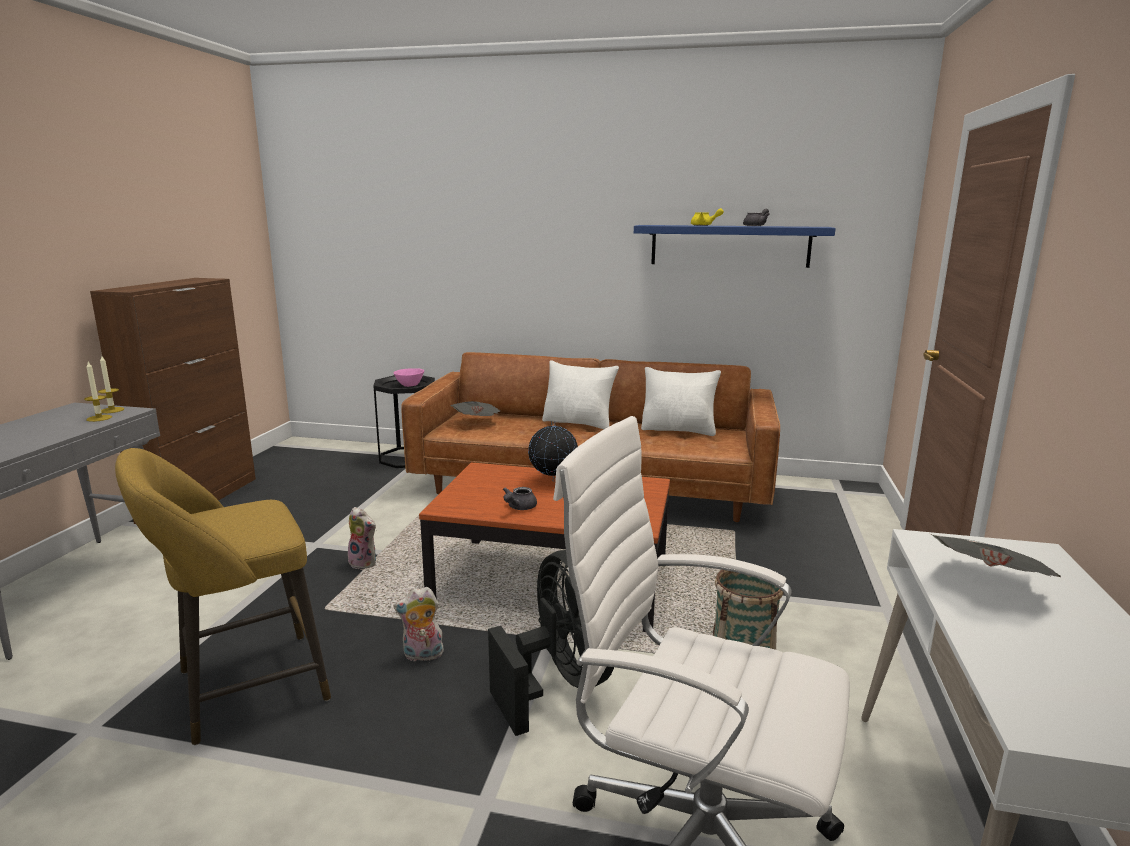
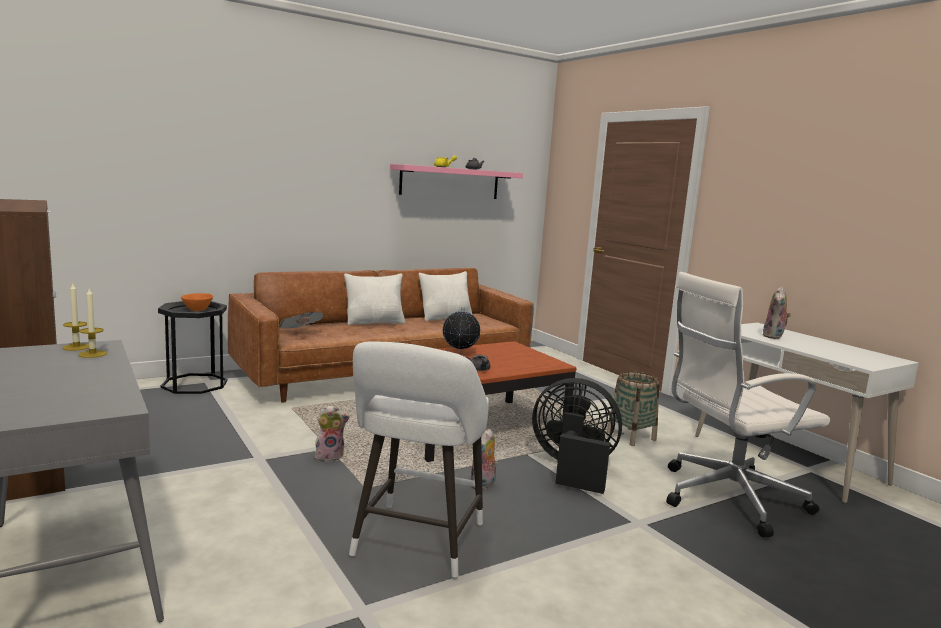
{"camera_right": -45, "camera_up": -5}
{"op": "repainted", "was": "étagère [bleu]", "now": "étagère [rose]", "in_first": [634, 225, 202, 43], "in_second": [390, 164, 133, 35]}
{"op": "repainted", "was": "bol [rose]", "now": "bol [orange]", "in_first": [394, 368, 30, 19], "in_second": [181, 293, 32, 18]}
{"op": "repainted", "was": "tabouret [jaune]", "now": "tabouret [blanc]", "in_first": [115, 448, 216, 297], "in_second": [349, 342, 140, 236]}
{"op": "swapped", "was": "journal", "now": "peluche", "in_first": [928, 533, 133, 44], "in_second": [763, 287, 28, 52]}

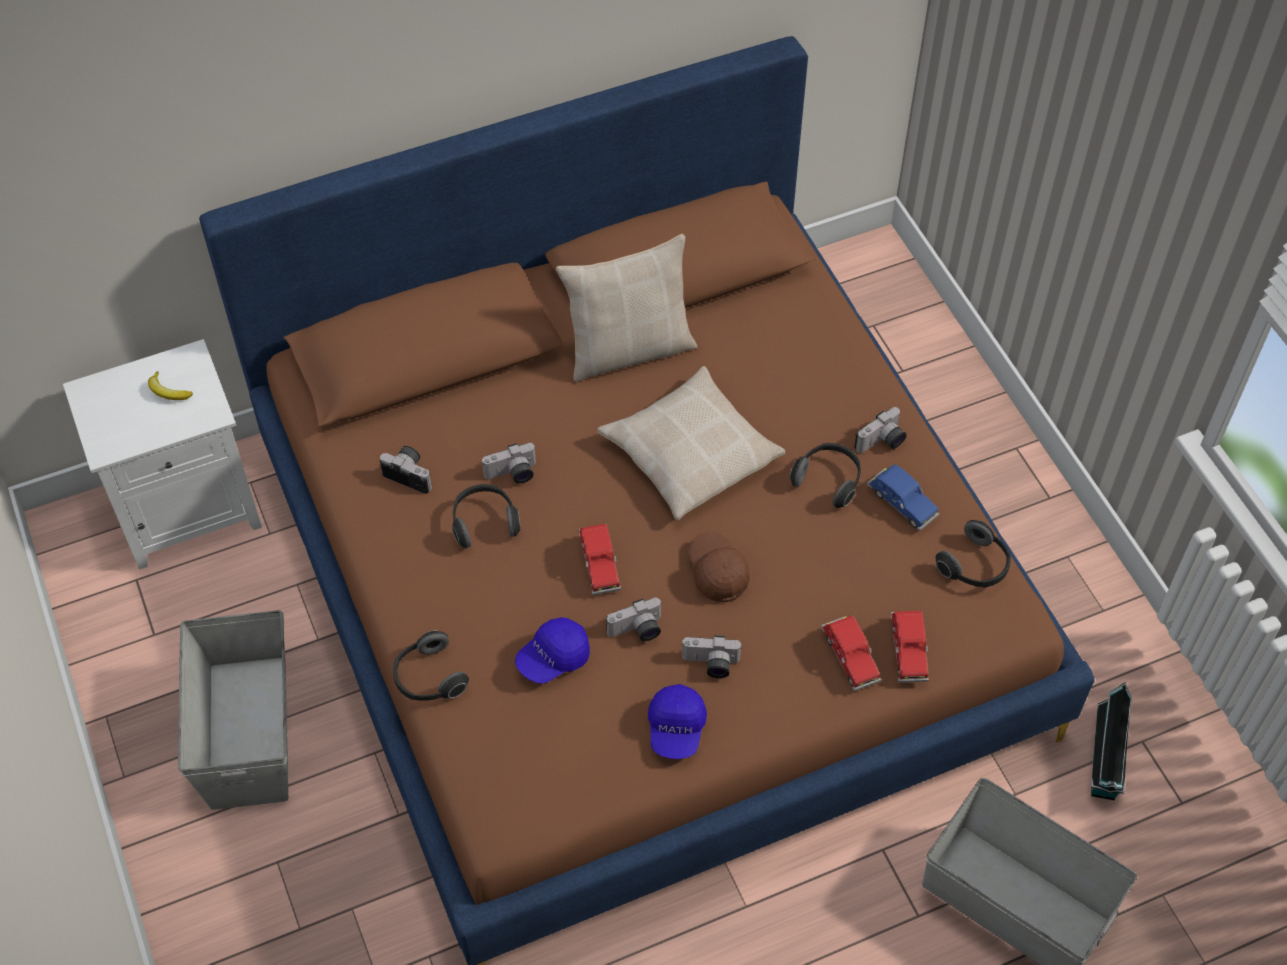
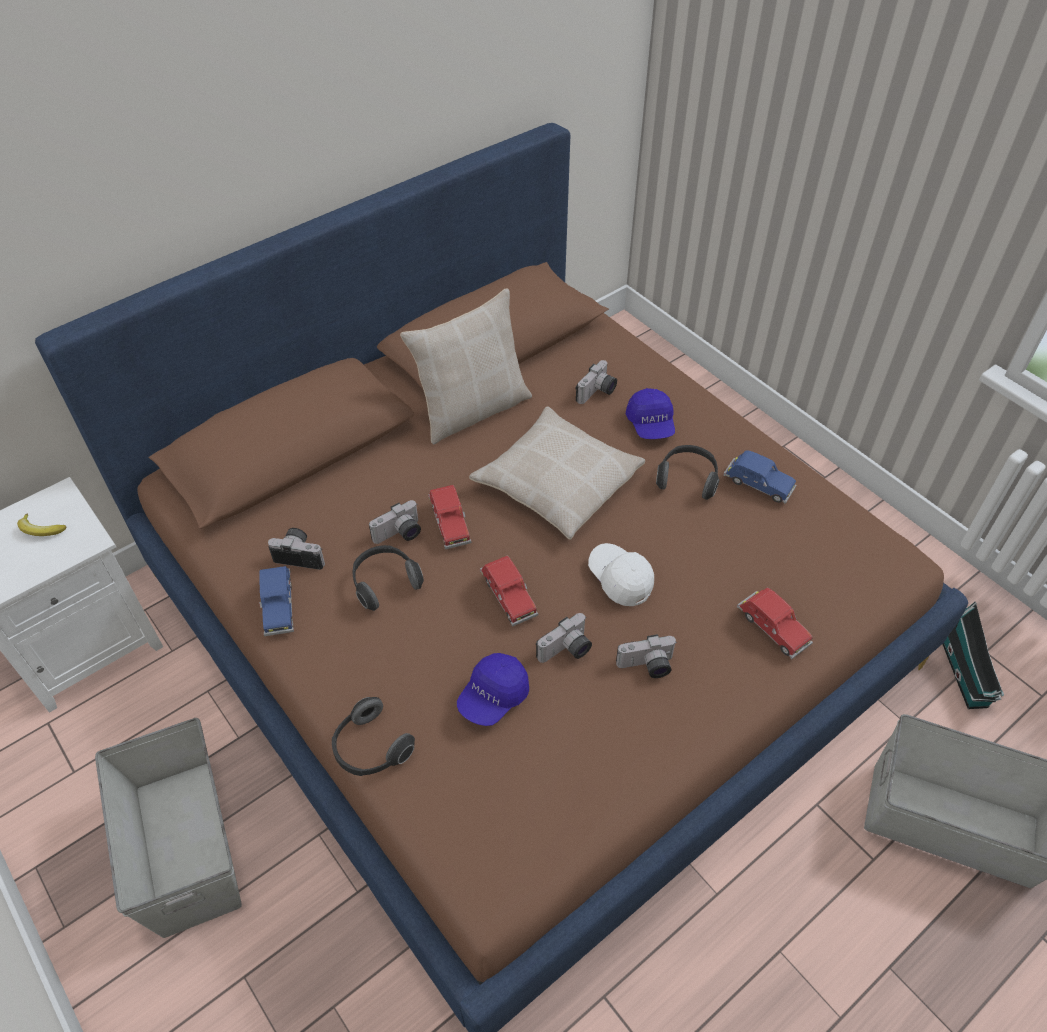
{"camera_right": -15, "camera_up": -5}
{"op": "shifted", "was": "appareil photo", "in_first": [854, 407, 53, 46], "in_second": [575, 360, 42, 44]}
{"op": "gone", "was": "casque audio", "in_first": [936, 520, 75, 68]}
{"op": "repainted", "was": "casquette [marron]", "now": "casquette [blanc]", "in_first": [688, 532, 62, 71], "in_second": [588, 543, 66, 63]}
{"op": "shifted", "was": "petite voiture [rouge]", "in_first": [890, 611, 39, 72], "in_second": [428, 485, 44, 64]}
{"op": "shifted", "was": "casquette [bleu]", "in_first": [648, 684, 59, 75], "in_second": [626, 388, 49, 51]}
{"op": "new", "now": "petite voiture [bleu]", "in_second": [259, 566, 35, 70]}

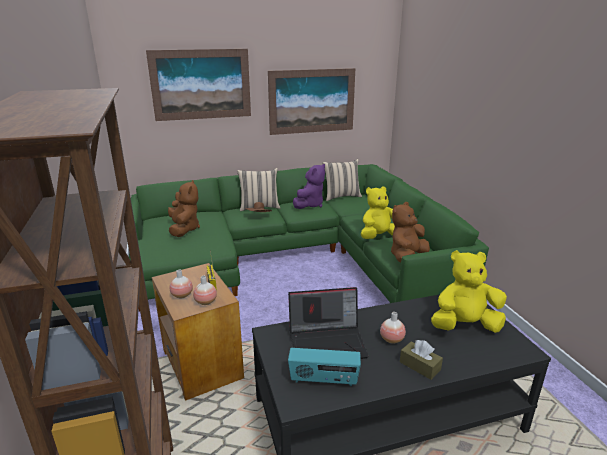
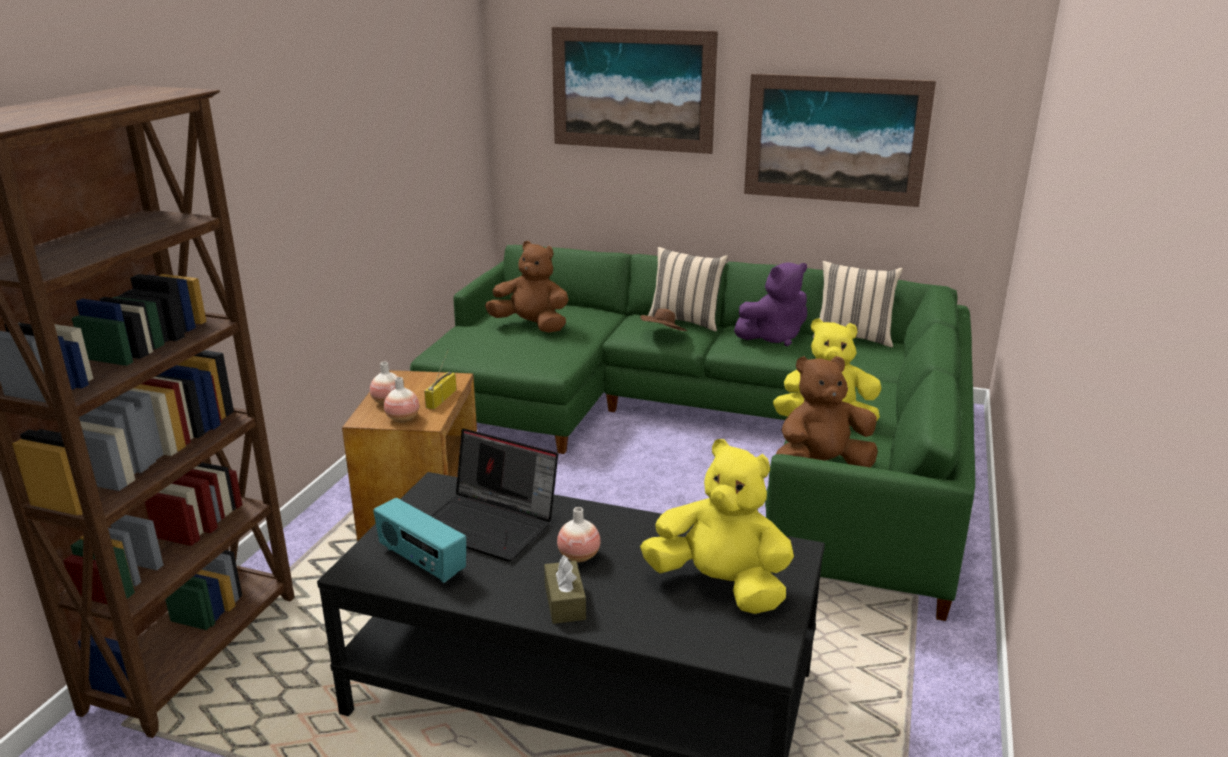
{"camera_right": 35, "camera_up": 0}
{"op": "rotated", "was": "peluche [marron]", "in_first": [168, 180, 32, 57], "in_second": [485, 241, 84, 92], "clockwise": -90}

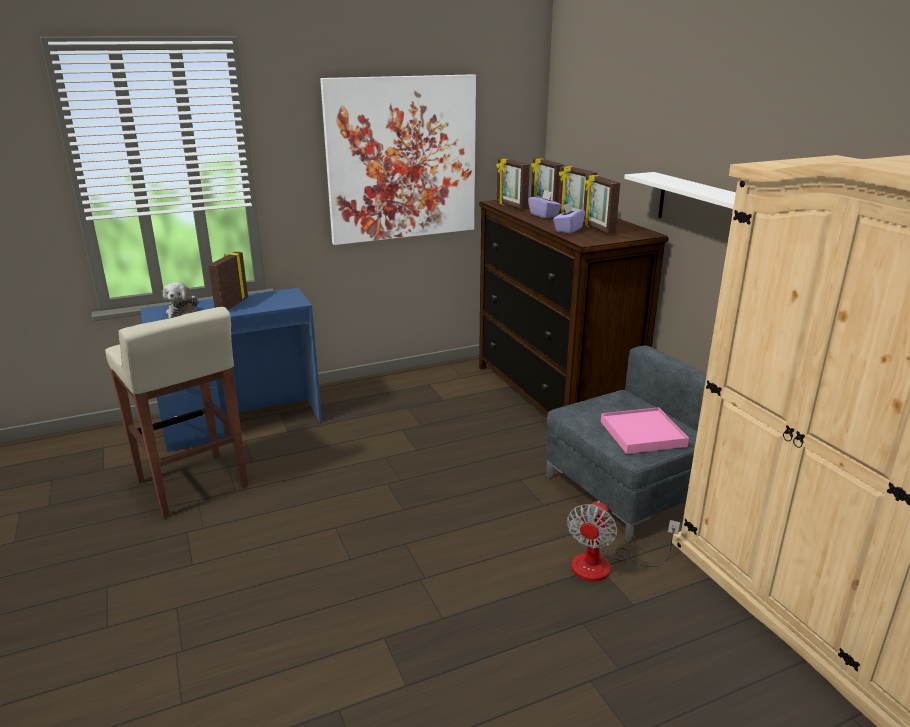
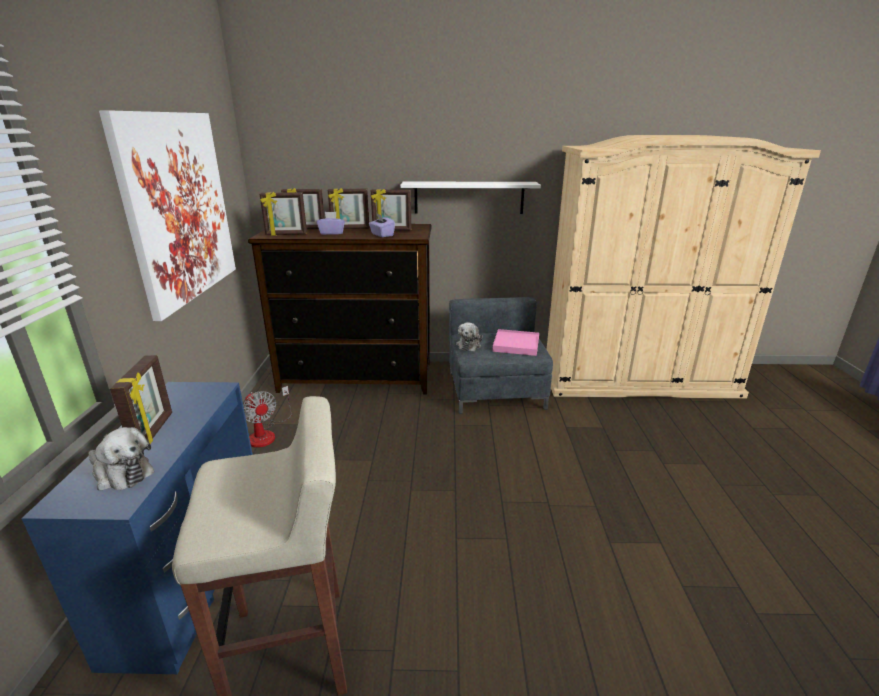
{"camera_right": -65, "camera_up": 0}
{"op": "rotated", "was": "cadre photo", "in_first": [208, 252, 40, 58], "in_second": [110, 355, 62, 89], "clockwise": -135}
{"op": "shifted", "was": "ventilateur", "in_first": [567, 501, 113, 81], "in_second": [243, 386, 49, 62]}
{"op": "new", "now": "peluche", "in_second": [456, 322, 27, 29]}

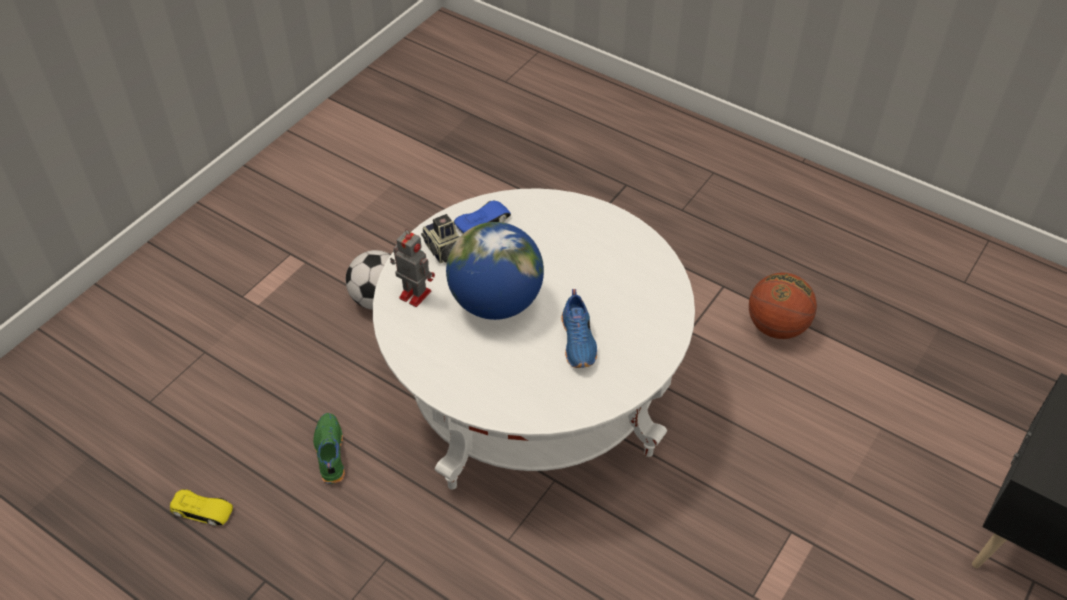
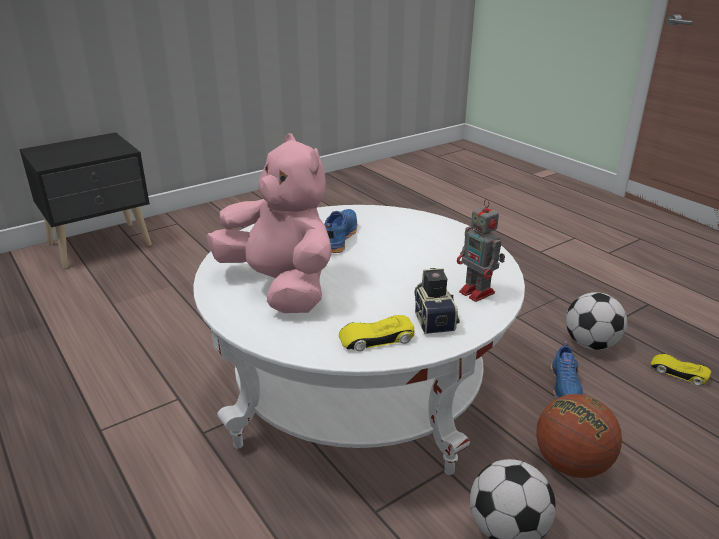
{"camera_right": -160, "camera_up": -20}
{"op": "repainted", "was": "petite voiture [bleu]", "now": "petite voiture [jaune]", "in_first": [454, 201, 57, 32], "in_second": [339, 315, 75, 36]}
{"op": "gone", "was": "globe", "in_first": [446, 222, 98, 98]}
{"op": "shifted", "was": "ballon de basket", "in_first": [749, 273, 68, 66], "in_second": [536, 394, 86, 84]}
{"op": "repainted", "was": "chaussure [vert]", "now": "chaussure [bleu]", "in_first": [313, 413, 32, 71], "in_second": [551, 341, 32, 58]}
{"op": "new", "now": "peluche [rose]", "in_second": [207, 134, 125, 179]}
{"op": "new", "now": "ballon de foot", "in_second": [566, 292, 61, 58]}

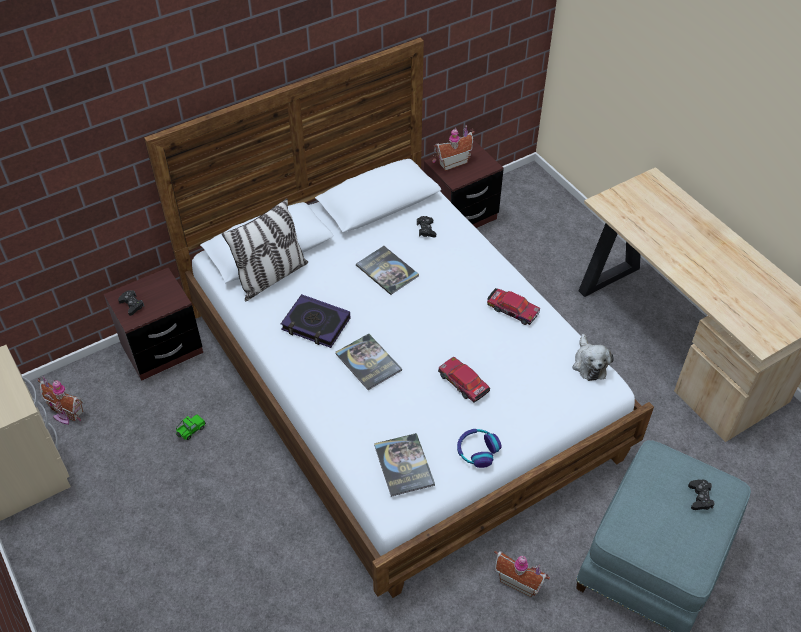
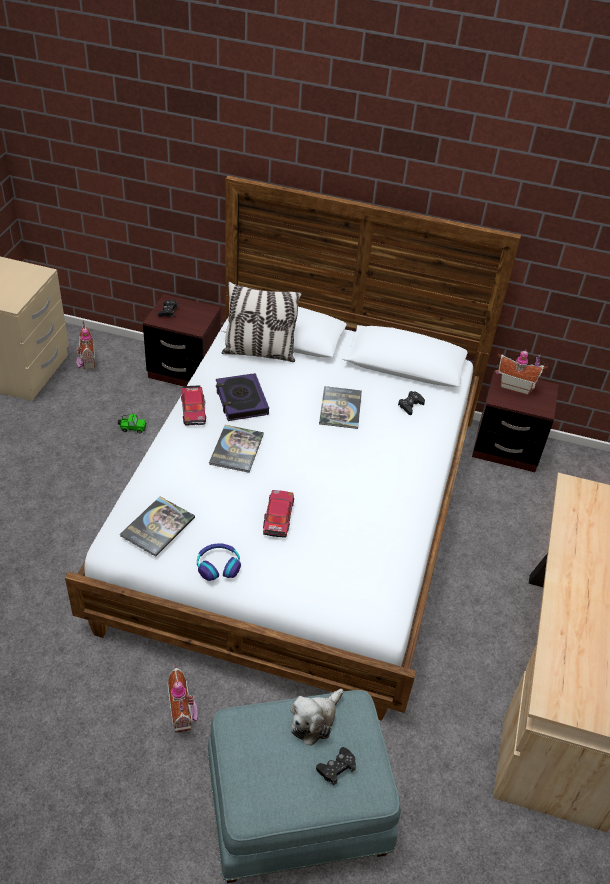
{"camera_right": 45, "camera_up": -5}
{"op": "shifted", "was": "petite voiture", "in_first": [487, 288, 53, 37], "in_second": [181, 386, 25, 40]}
{"op": "shifted", "was": "peluche", "in_first": [572, 334, 42, 47], "in_second": [291, 689, 53, 57]}

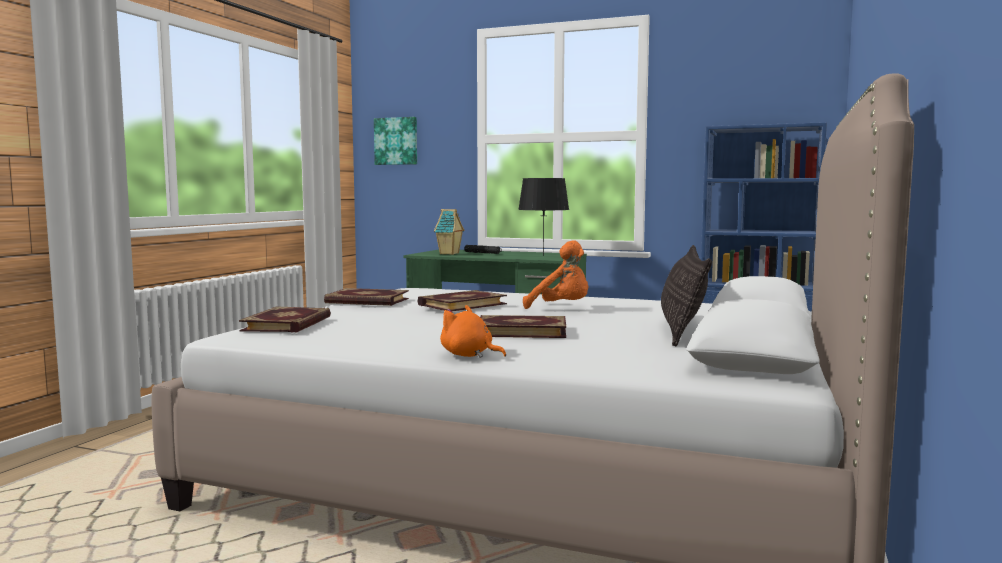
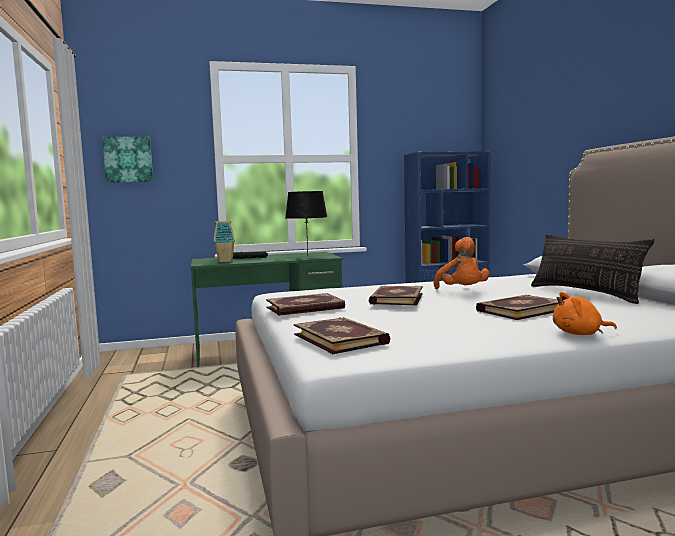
{"camera_right": -35, "camera_up": 0}
{"op": "rotated", "was": "peluche [orange]", "in_first": [523, 240, 65, 69], "in_second": [434, 237, 56, 52], "clockwise": 75}

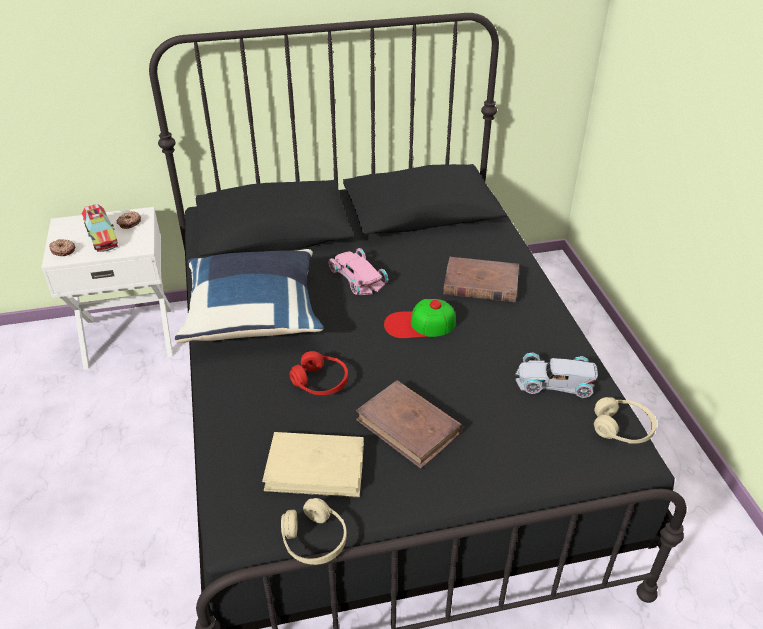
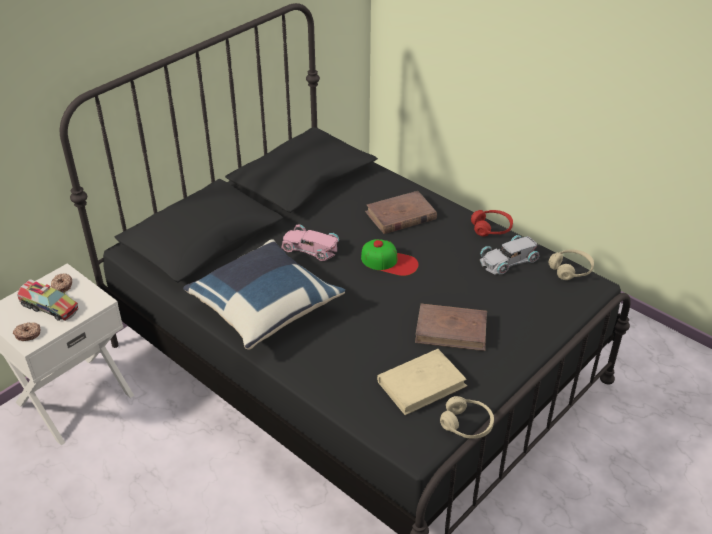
{"camera_right": -35, "camera_up": 0}
{"op": "rotated", "was": "casquette", "in_first": [384, 299, 72, 39], "in_second": [361, 239, 58, 37], "clockwise": -120}
{"op": "shifted", "was": "casque audio [rouge]", "in_first": [289, 351, 59, 44], "in_second": [471, 210, 42, 26]}

